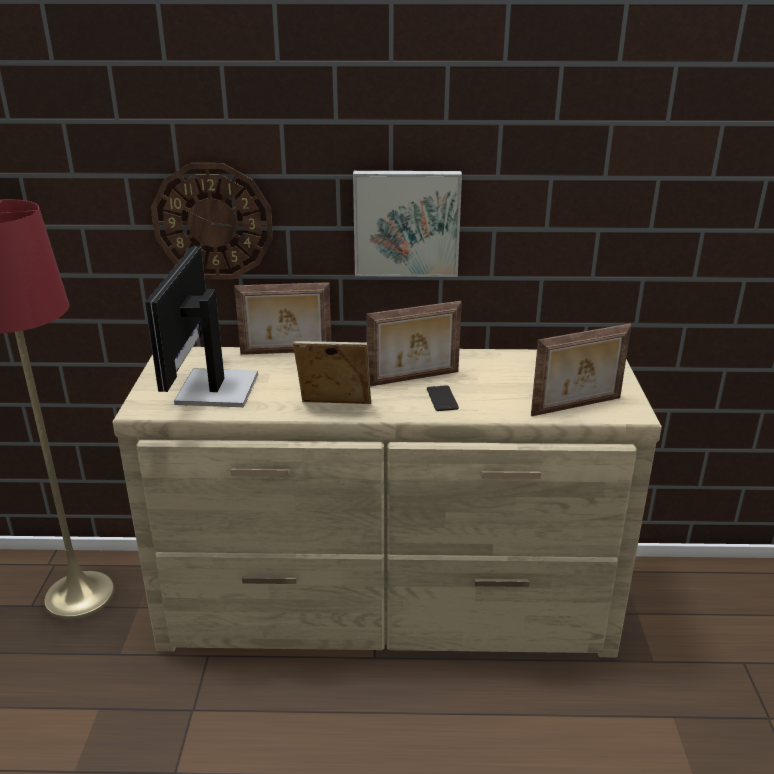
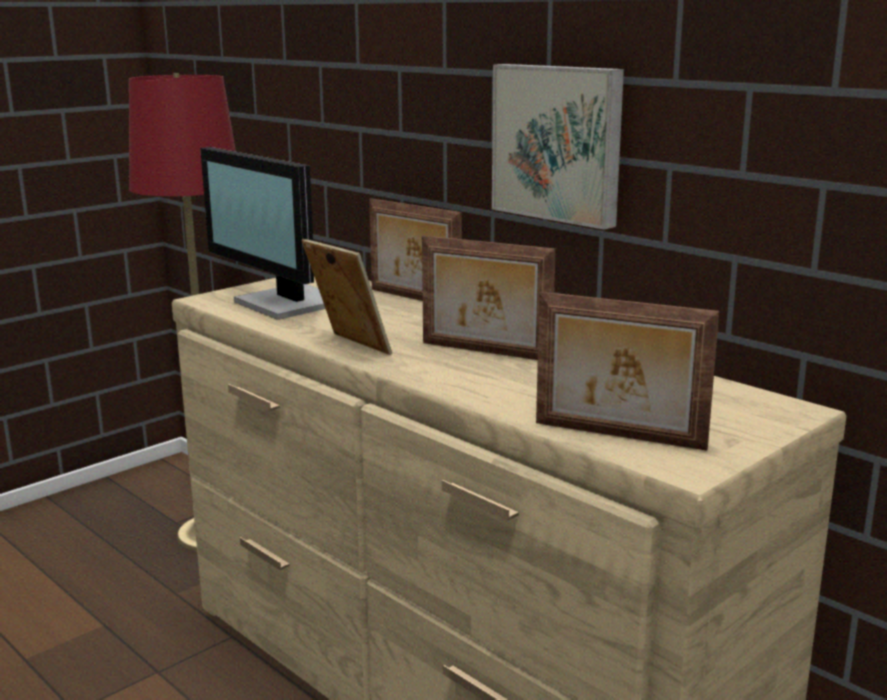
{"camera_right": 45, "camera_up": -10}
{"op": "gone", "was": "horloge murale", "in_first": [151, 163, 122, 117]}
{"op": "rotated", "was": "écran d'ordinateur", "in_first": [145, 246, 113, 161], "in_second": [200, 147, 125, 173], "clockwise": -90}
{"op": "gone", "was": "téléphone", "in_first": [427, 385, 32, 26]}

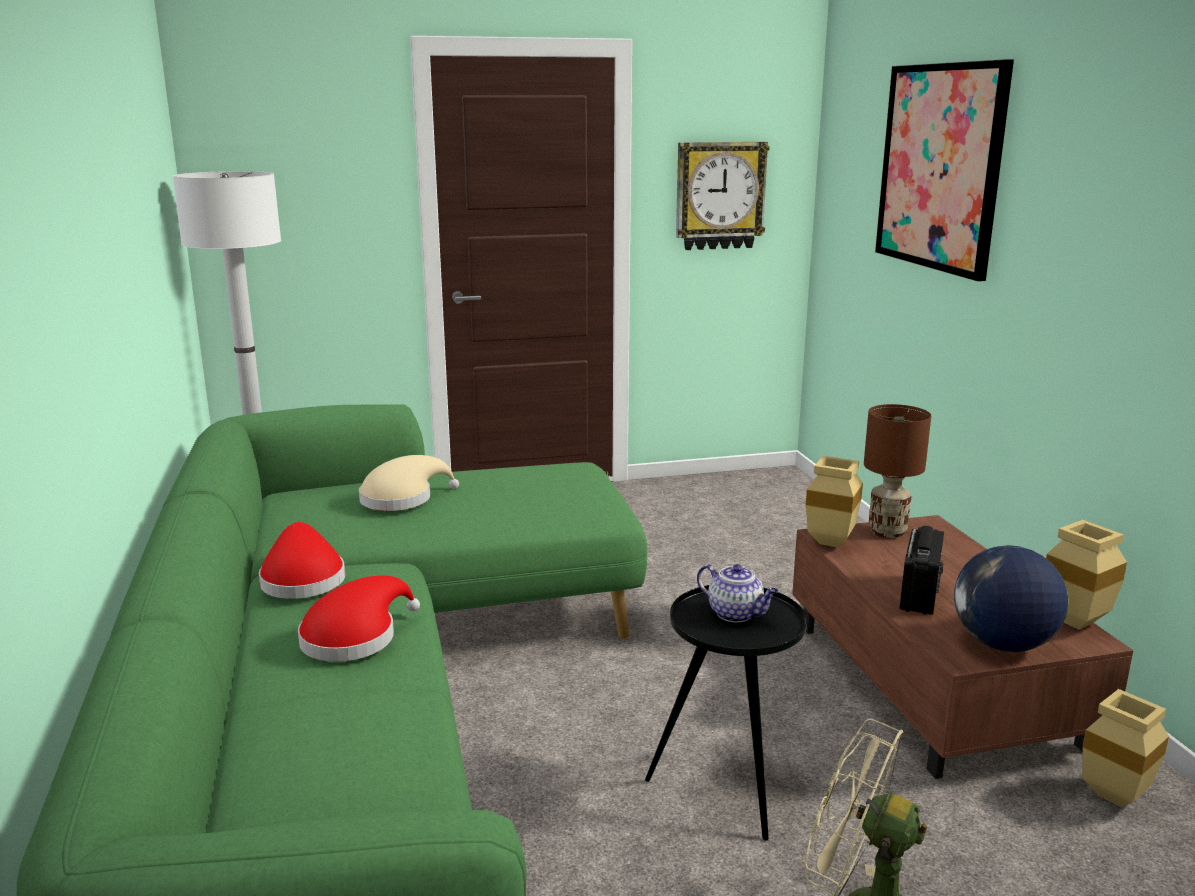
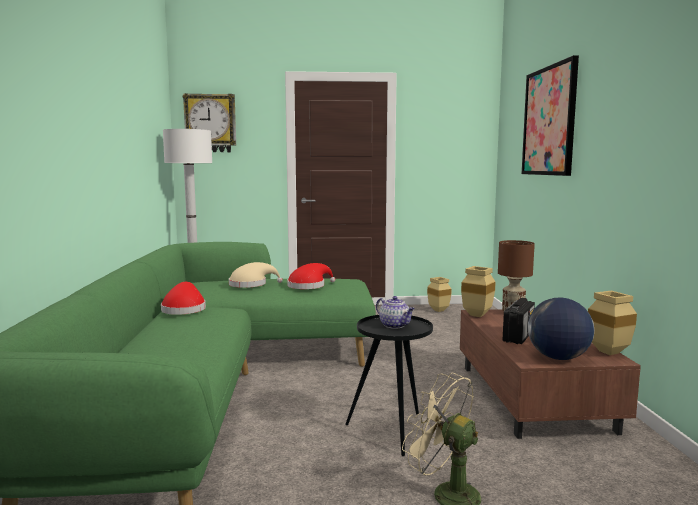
{"camera_right": 10, "camera_up": -10}
{"op": "shifted", "was": "horloge murale", "in_first": [676, 142, 94, 108], "in_second": [183, 93, 53, 59]}
{"op": "shifted", "was": "chapeau [rouge]", "in_first": [298, 575, 122, 87], "in_second": [287, 263, 48, 26]}
{"op": "shifted", "was": "vase [beige]", "in_first": [1082, 689, 87, 118], "in_second": [427, 277, 24, 35]}

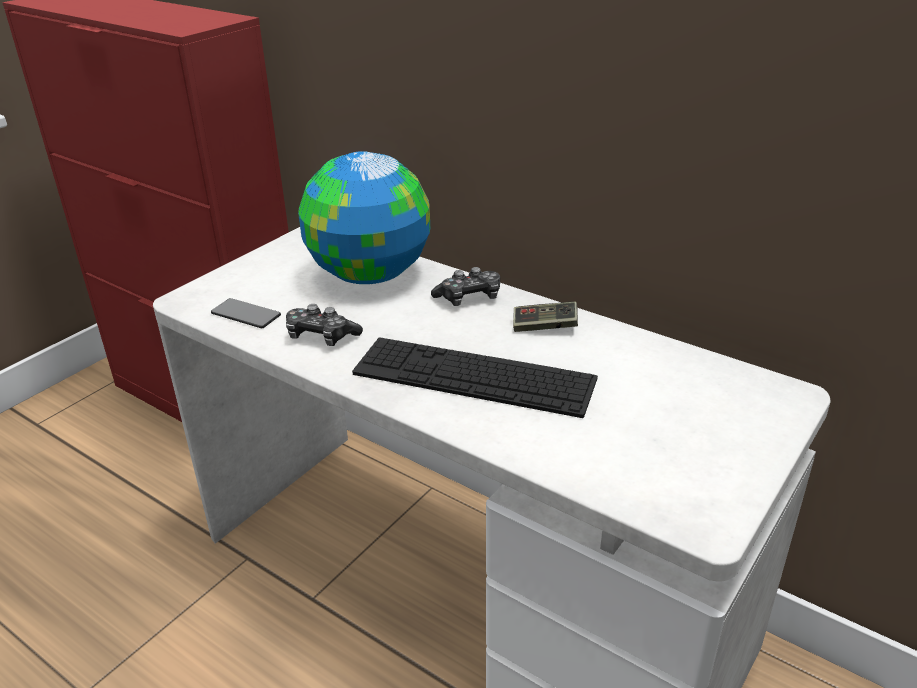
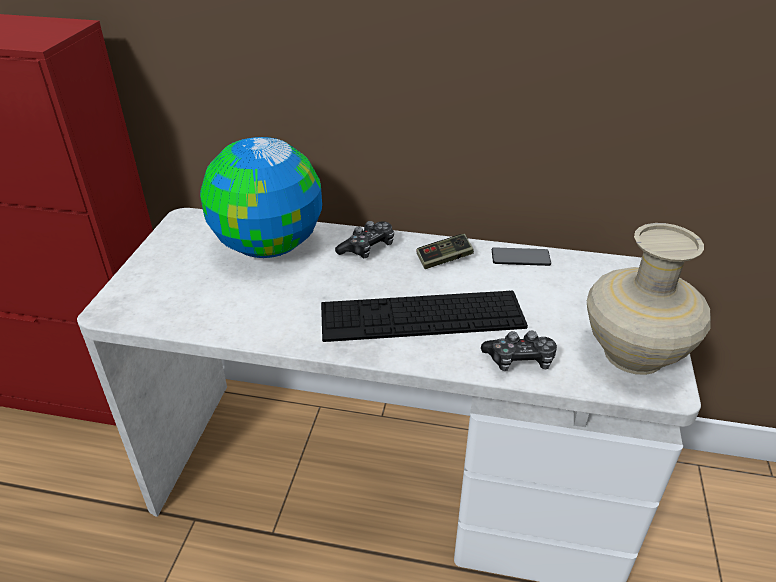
{"camera_right": -25, "camera_up": 5}
{"op": "shifted", "was": "téléphone", "in_first": [211, 298, 70, 30], "in_second": [492, 247, 59, 19]}
{"op": "shifted", "was": "manette", "in_first": [286, 304, 77, 42], "in_second": [481, 330, 76, 41]}
{"op": "new", "now": "vase [beige]", "in_second": [587, 223, 124, 152]}

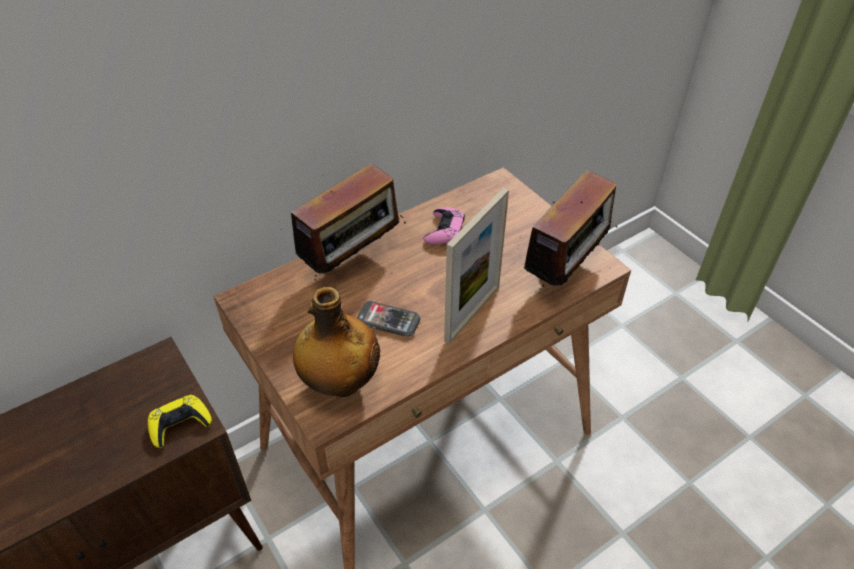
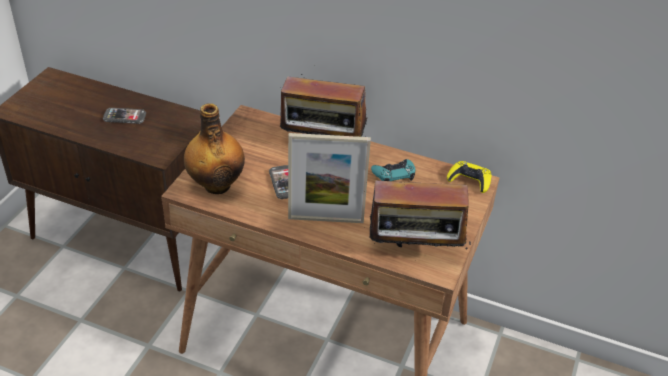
{"camera_right": 55, "camera_up": -5}
{"op": "repainted", "was": "manette [rose]", "now": "manette [turquoise]", "in_first": [423, 207, 42, 37], "in_second": [371, 159, 44, 22]}
{"op": "shifted", "was": "manette [jaune]", "in_first": [148, 395, 64, 53], "in_second": [447, 161, 44, 32]}
{"op": "new", "now": "téléphone", "in_second": [103, 108, 43, 16]}

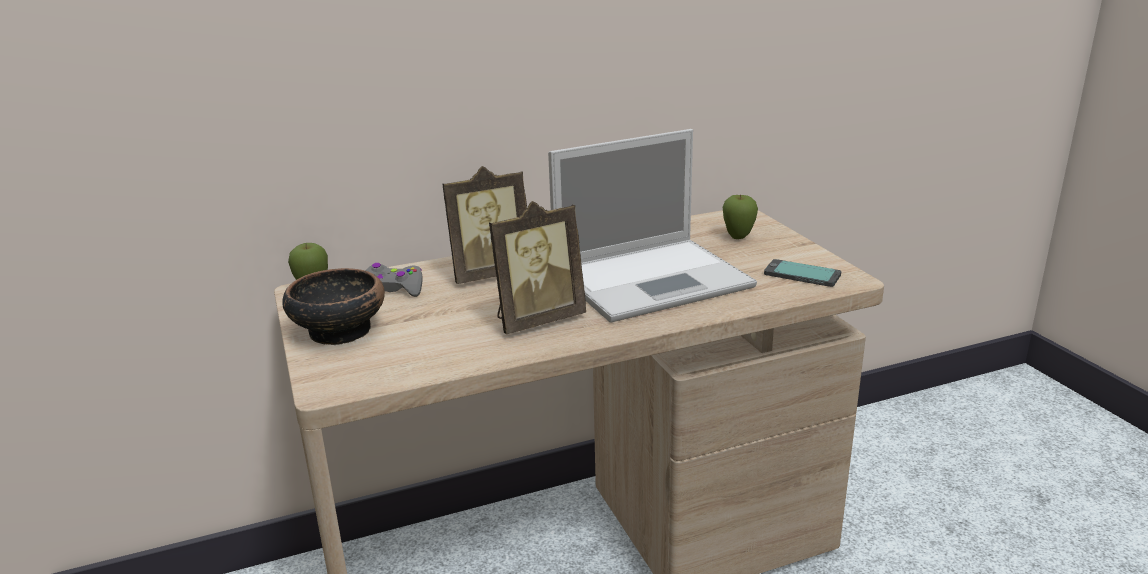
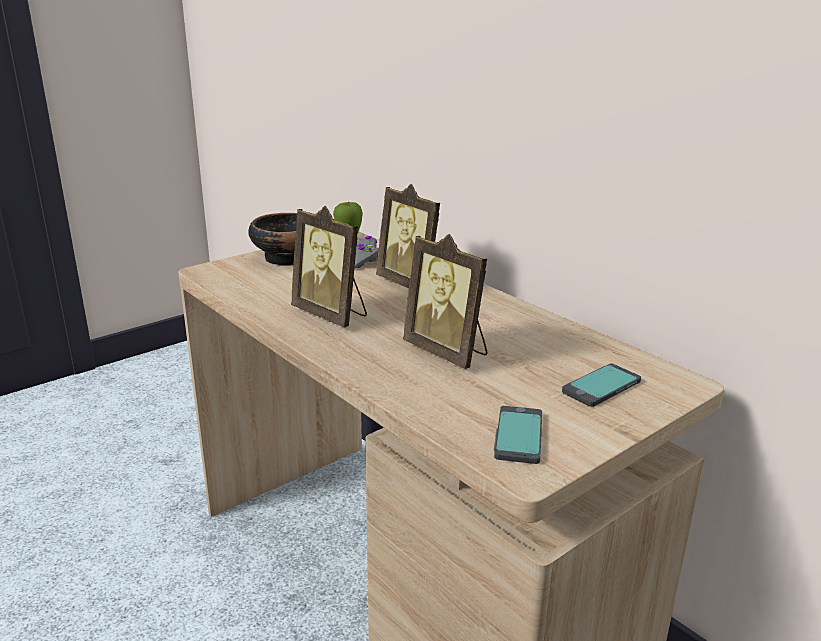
{"camera_right": 70, "camera_up": 0}
{"op": "swapped", "was": "ordinateur portable", "now": "cadre photo", "in_first": [548, 129, 209, 194], "in_second": [403, 234, 85, 135]}
{"op": "swapped", "was": "pomme", "now": "téléphone", "in_first": [723, 194, 35, 45], "in_second": [562, 364, 79, 43]}

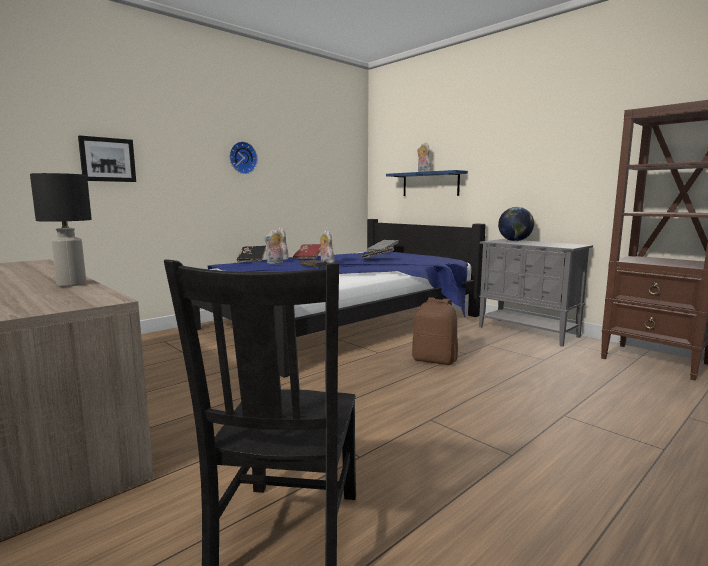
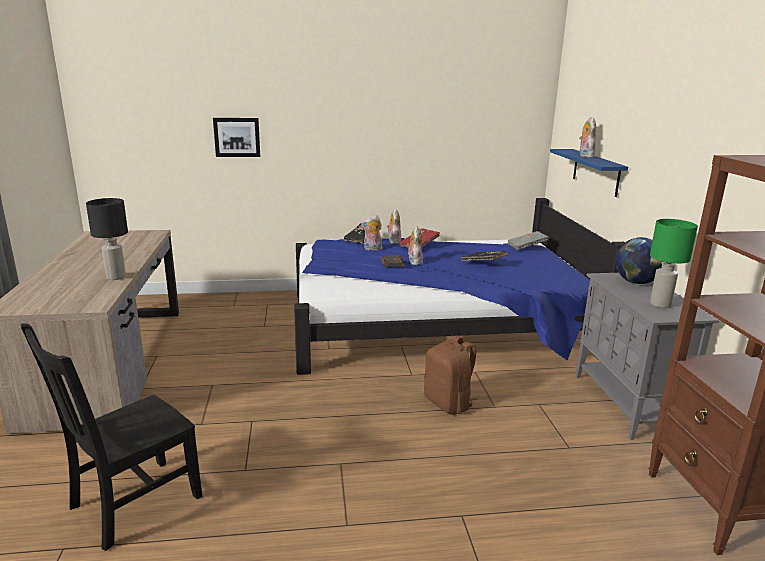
{"camera_right": 35, "camera_up": 10}
{"op": "gone", "was": "horloge murale", "in_first": [229, 141, 29, 33]}
{"op": "new", "now": "lampe de table [vert]", "in_second": [650, 219, 48, 89]}

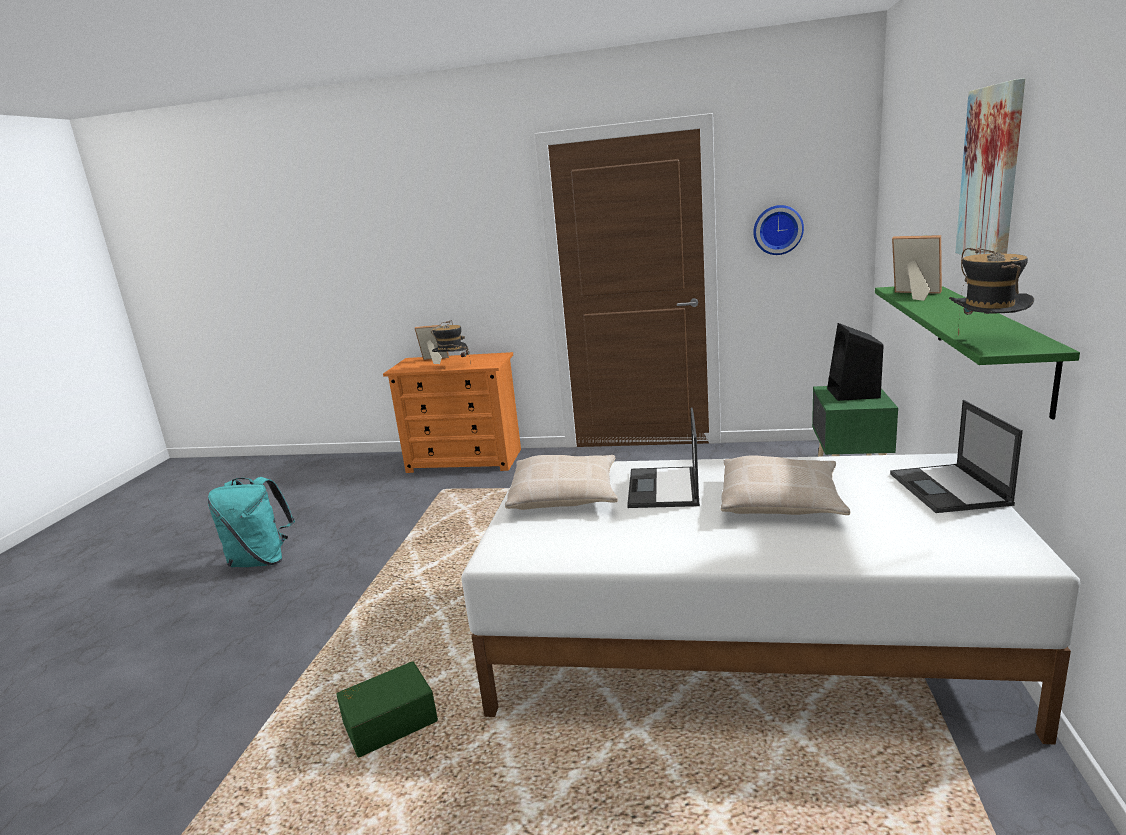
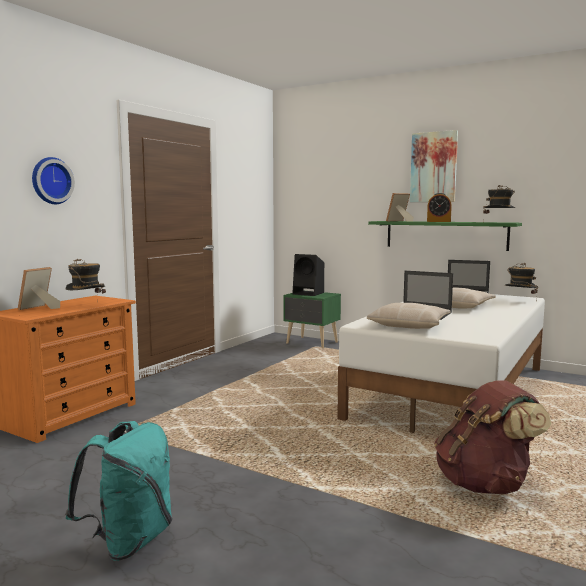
{"camera_right": -70, "camera_up": -10}
{"op": "shifted", "was": "horloge murale", "in_first": [753, 205, 51, 50], "in_second": [32, 157, 43, 47]}
{"op": "swapped", "was": "boîte de rangement [vert]", "now": "sac à dos [marron]", "in_first": [336, 661, 102, 97], "in_second": [434, 380, 117, 114]}
{"op": "new", "now": "réveil", "in_second": [427, 193, 25, 29]}
{"op": "new", "now": "chapeau", "in_second": [505, 263, 33, 39]}

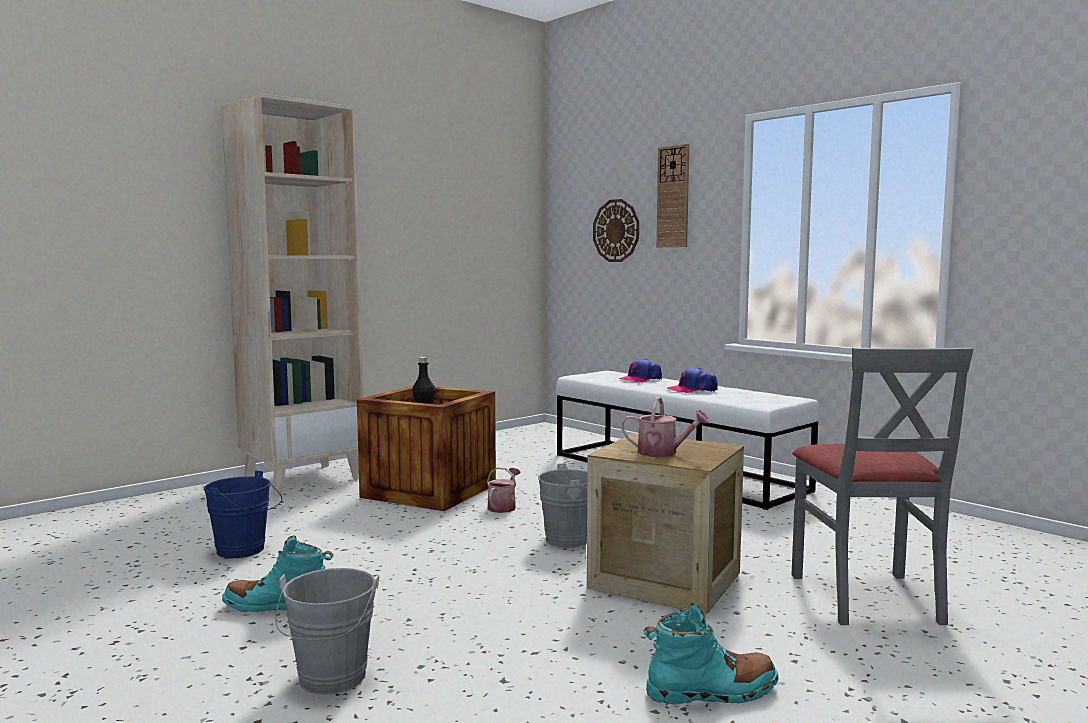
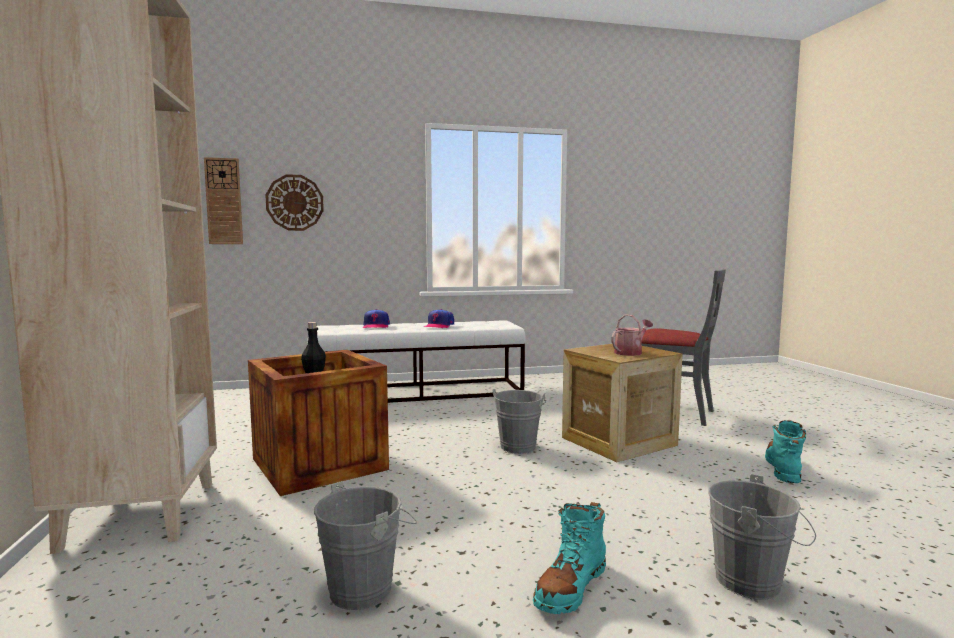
{"camera_right": -60, "camera_up": 0}
{"op": "shifted", "was": "horloge murale", "in_first": [656, 144, 33, 103], "in_second": [204, 157, 39, 87]}
{"op": "gone", "was": "arrosoir", "in_first": [487, 467, 34, 46]}
{"op": "repainted", "was": "seau [bleu]", "now": "seau [gris]", "in_first": [204, 471, 78, 87], "in_second": [314, 481, 103, 129]}

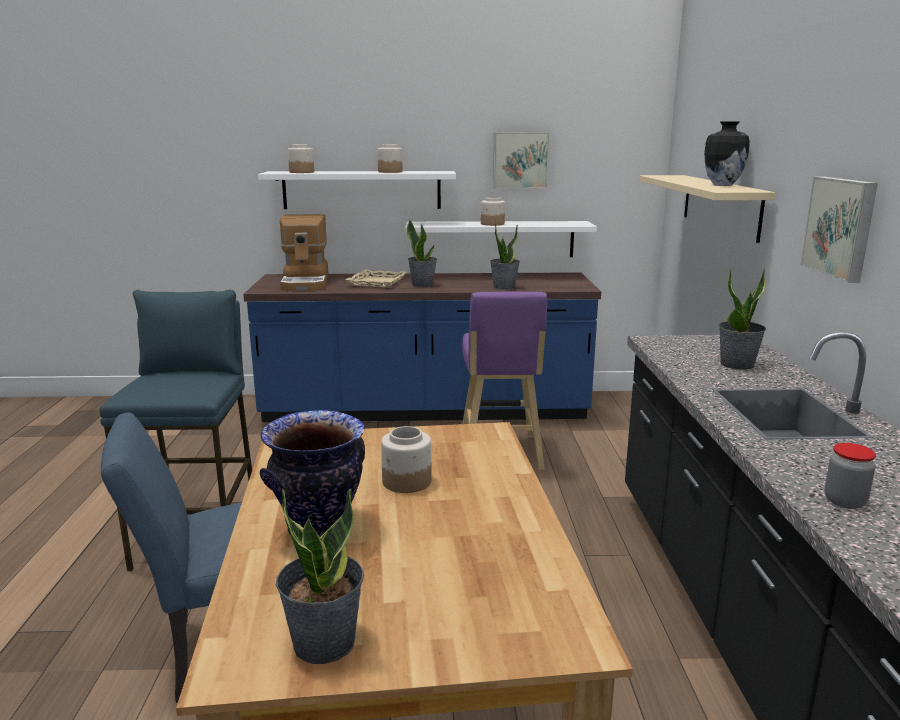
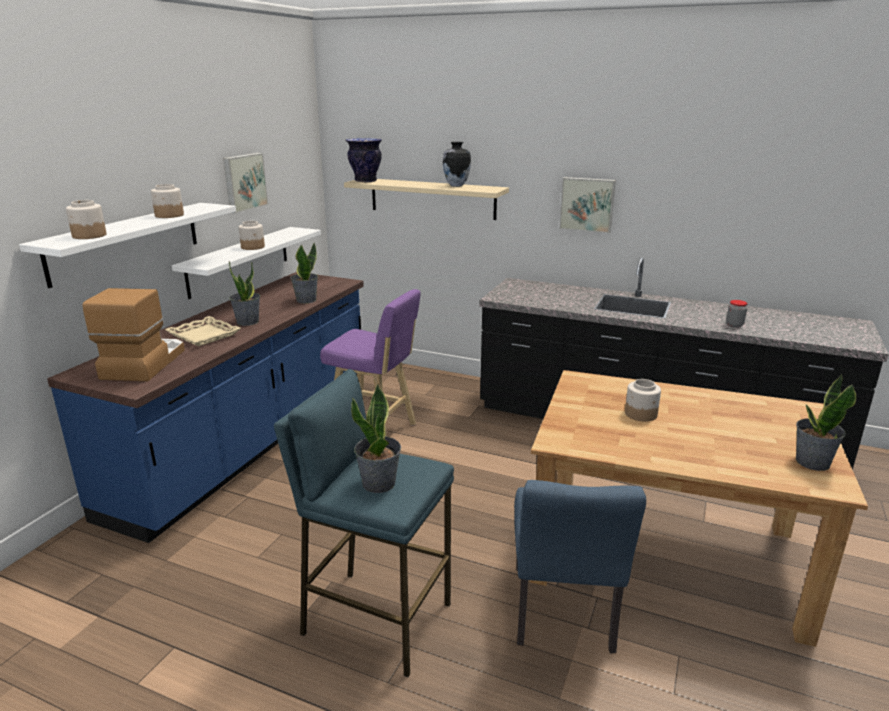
{"camera_right": -65, "camera_up": 5}
{"op": "rotated", "was": "machine à café", "in_first": [280, 214, 48, 77], "in_second": [83, 288, 102, 93], "clockwise": -105}
{"op": "shifted", "was": "plante en pot", "in_first": [719, 267, 47, 103], "in_second": [351, 384, 50, 109]}
{"op": "shifted", "was": "vase", "in_first": [260, 410, 105, 127], "in_second": [346, 138, 36, 44]}

